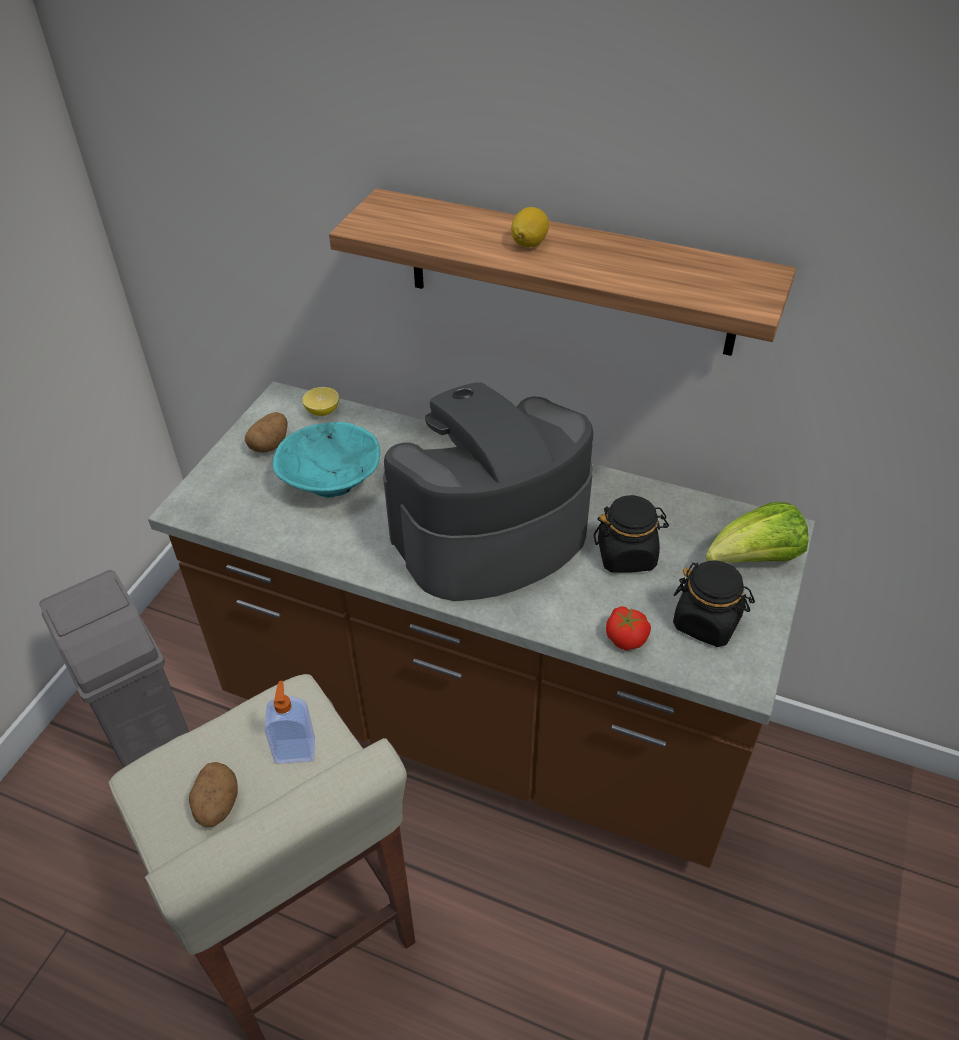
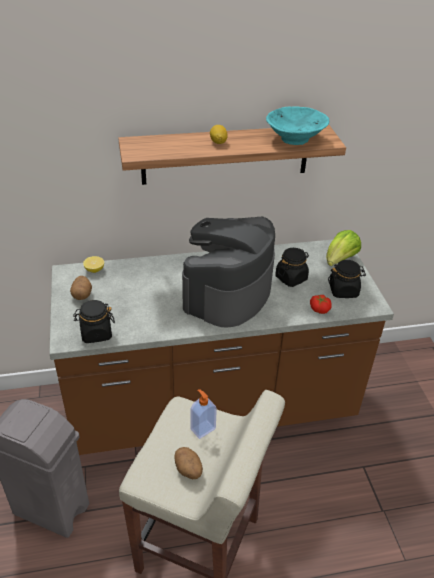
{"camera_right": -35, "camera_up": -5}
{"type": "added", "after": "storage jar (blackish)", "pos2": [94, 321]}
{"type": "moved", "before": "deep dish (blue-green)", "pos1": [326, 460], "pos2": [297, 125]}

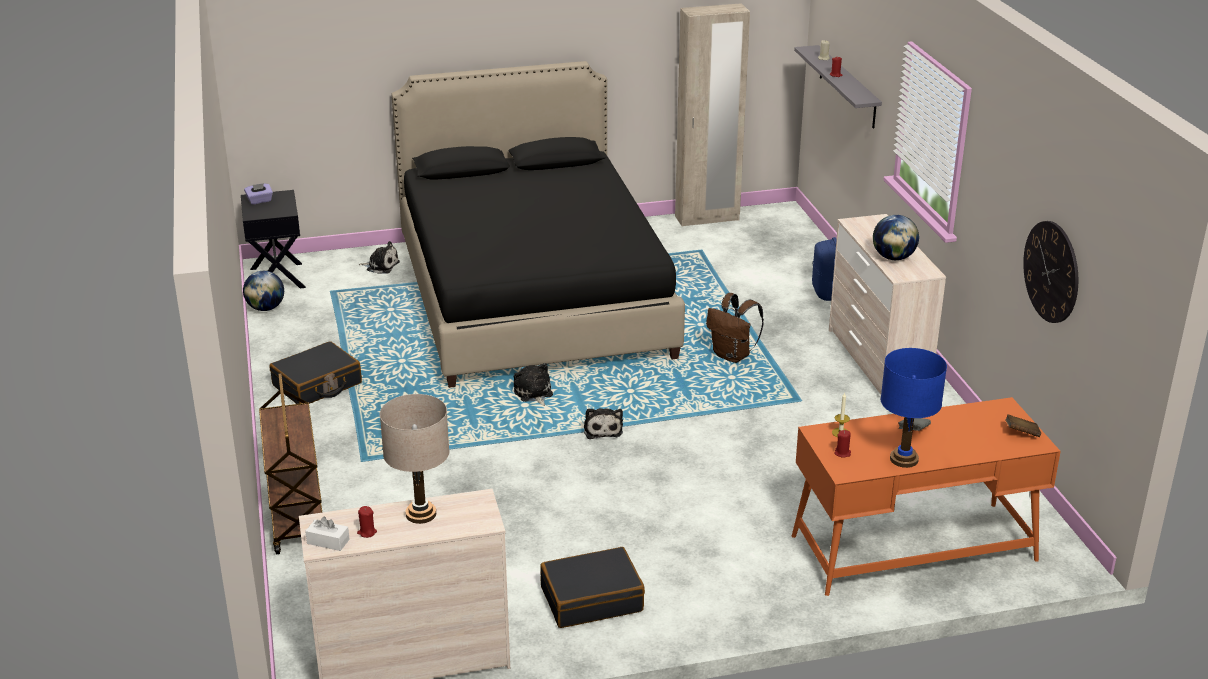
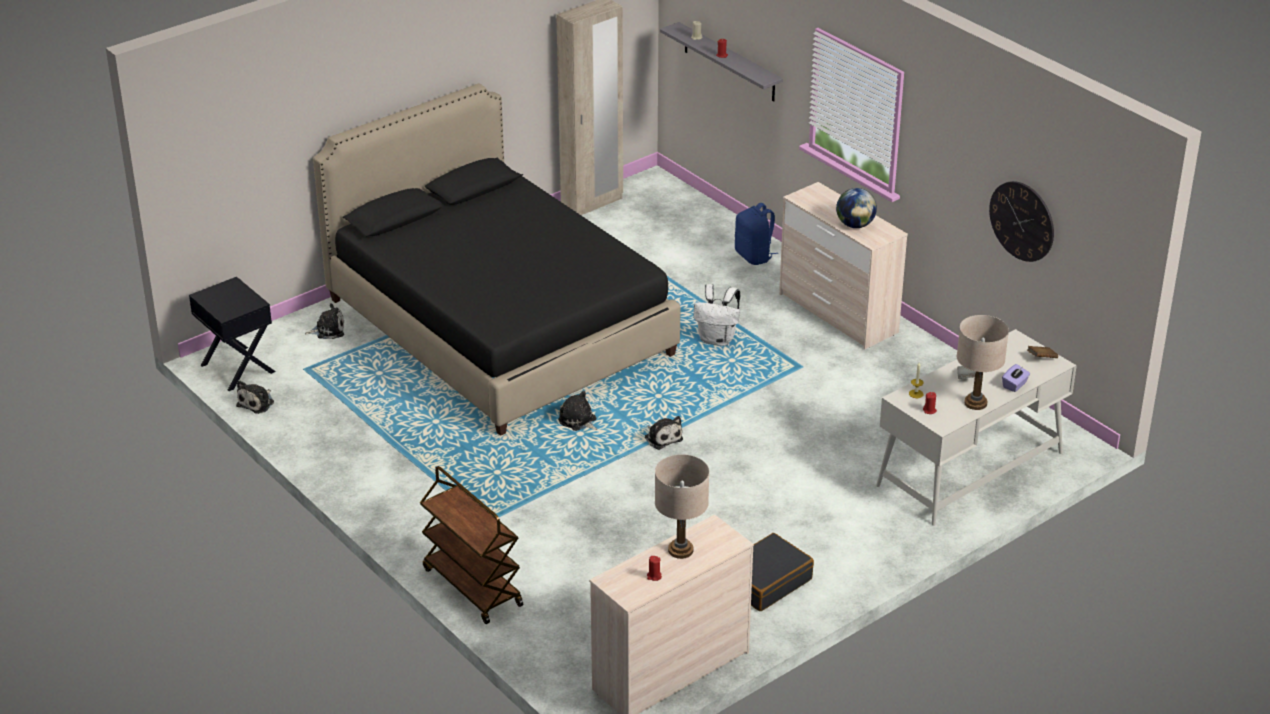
{"camera_right": -25, "camera_up": 5}
{"type": "replaced", "before": "globe", "after": "plush toy", "pos1": [263, 291], "pos2": [255, 397]}
{"type": "recoloured", "before": "rucksack (brown)", "after": "rucksack (whitish)", "pos1": [735, 328], "pos2": [717, 315]}
{"type": "recoloured", "before": "desk unit (orange-coloured)", "after": "desk unit (whitish)", "pos1": [926, 496], "pos2": [976, 427]}
{"type": "recoloured", "before": "table lamp (blue-coloured)", "after": "table lamp (beige-coloured)", "pos1": [914, 408], "pos2": [983, 362]}
{"type": "moved", "before": "box of tissues (purplish)", "pos1": [258, 194], "pos2": [1016, 378]}
{"type": "removed", "before": "suitcase (blackish)", "pos1": [315, 372]}
{"type": "removed", "before": "box of tissues (whitish)", "pos1": [327, 533]}

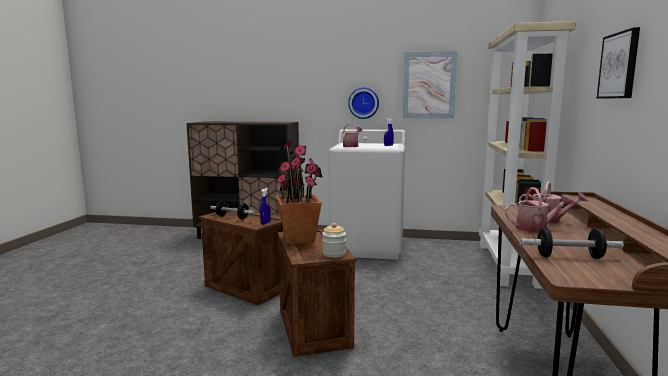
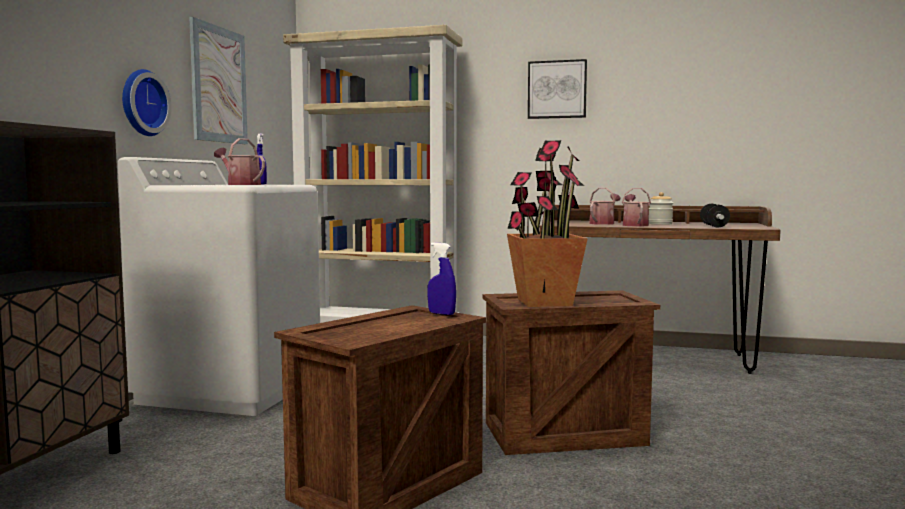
{"camera_right": -85, "camera_up": -5}
{"type": "moved", "before": "storage jar", "pos1": [334, 240], "pos2": [661, 208]}
{"type": "removed", "before": "dumbbell", "pos1": [233, 210]}

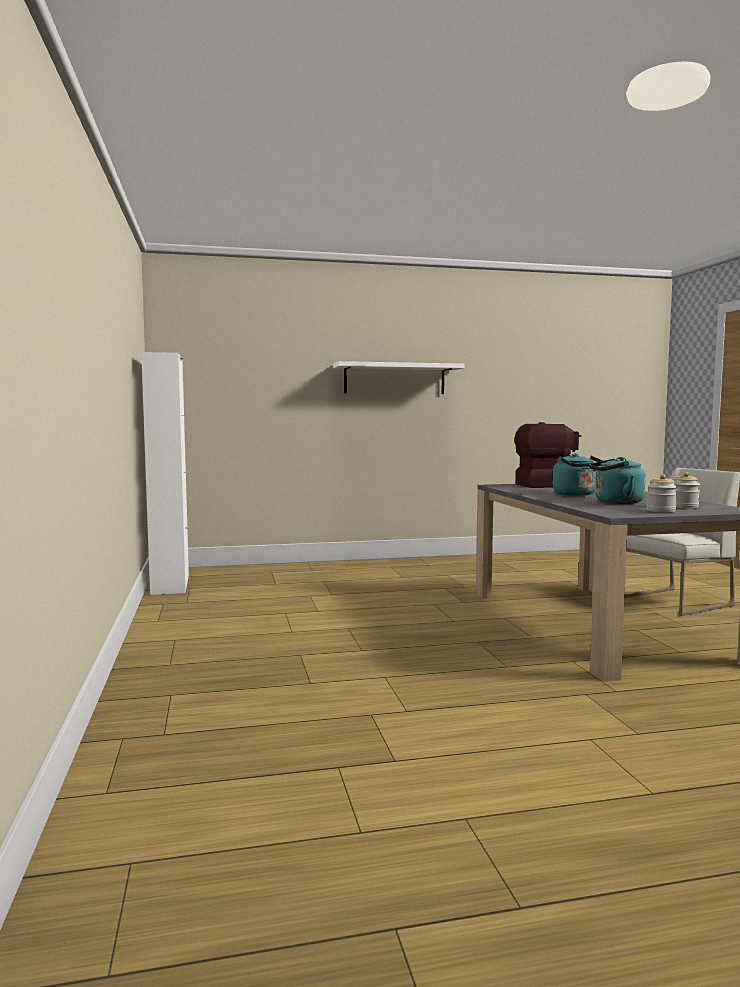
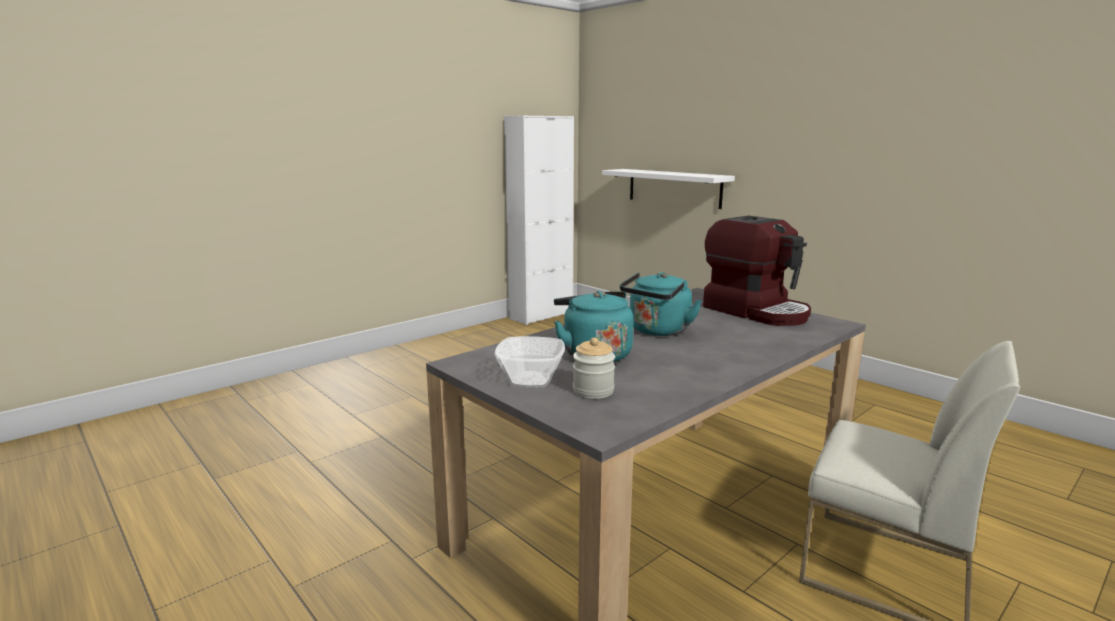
{"camera_right": 60, "camera_up": 10}
{"type": "replaced", "before": "storage jar", "after": "deep dish", "pos1": [662, 493], "pos2": [530, 362]}
{"type": "moved", "before": "bracket shelf (whitish)", "pos1": [399, 377], "pos2": [668, 189]}

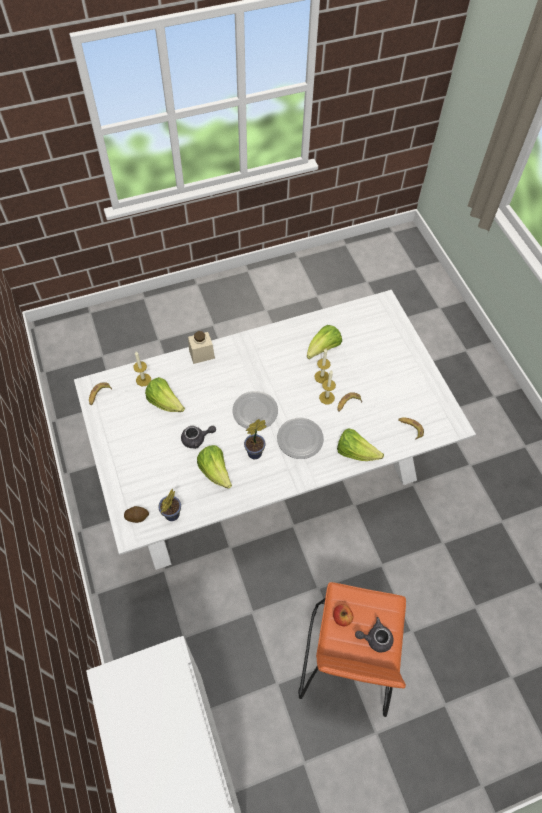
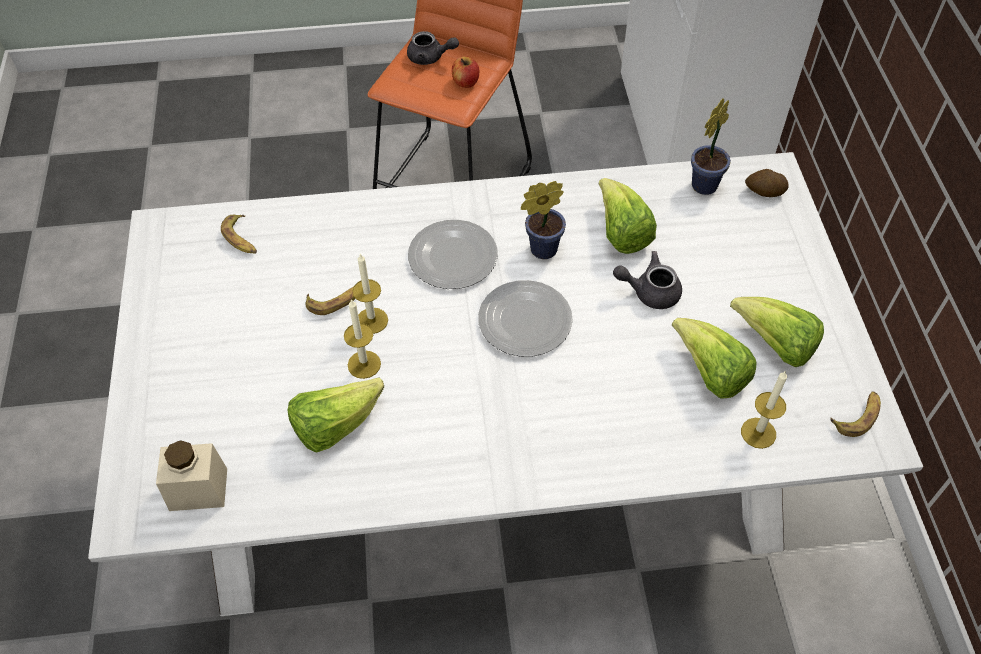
{"camera_right": -165, "camera_up": -5}
{"type": "moved", "before": "storage jar (beige-coloured)", "pos1": [201, 347], "pos2": [191, 475]}
{"type": "moved", "before": "lettuce head", "pos1": [360, 444], "pos2": [777, 332]}

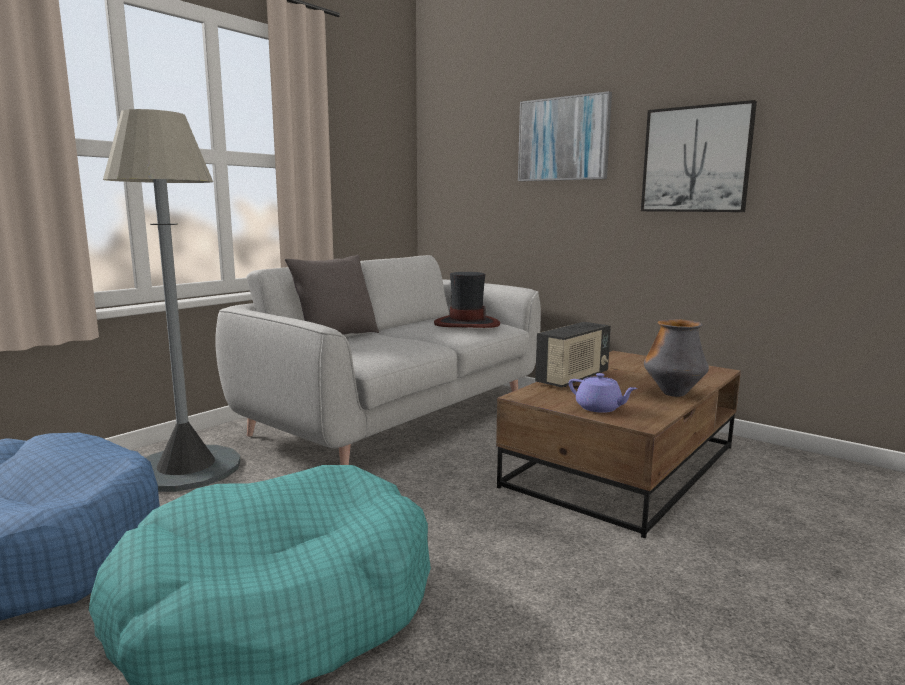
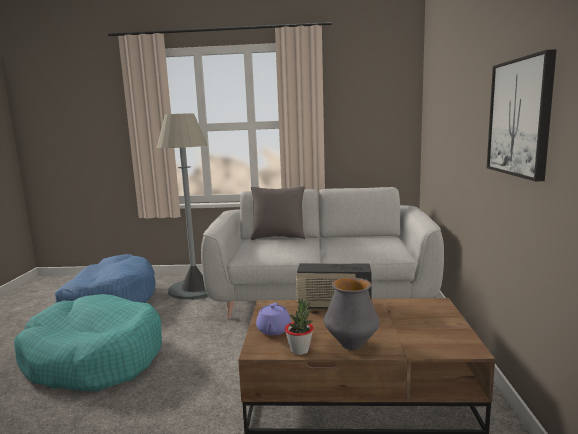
{"camera_right": 55, "camera_up": 0}
{"type": "added", "after": "potted plant", "pos2": [299, 327]}
{"type": "removed", "before": "wearable hat", "pos1": [467, 300]}
{"type": "removed", "before": "wall picture", "pos1": [565, 136]}

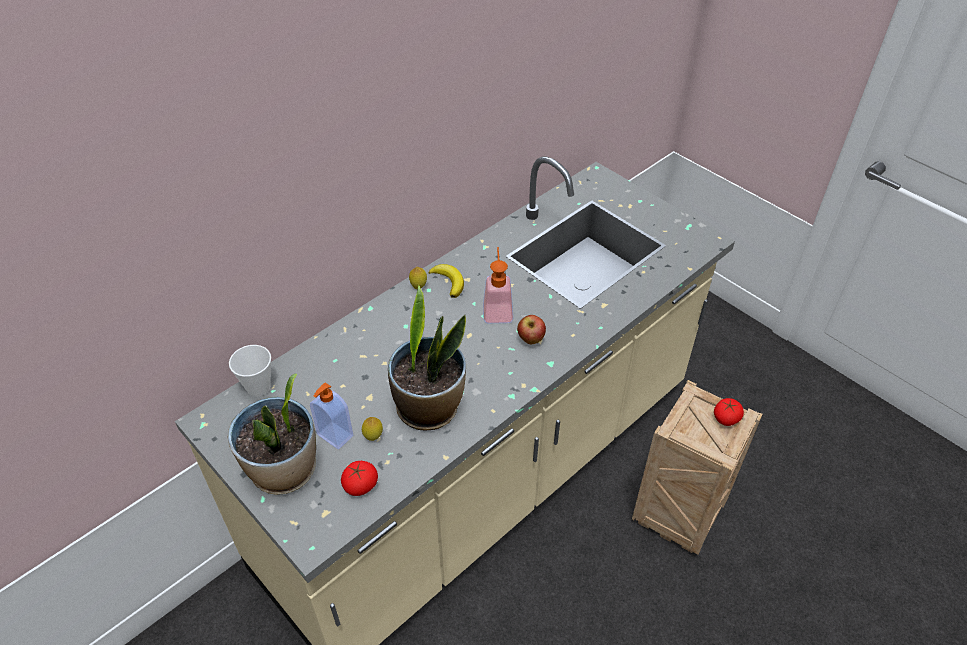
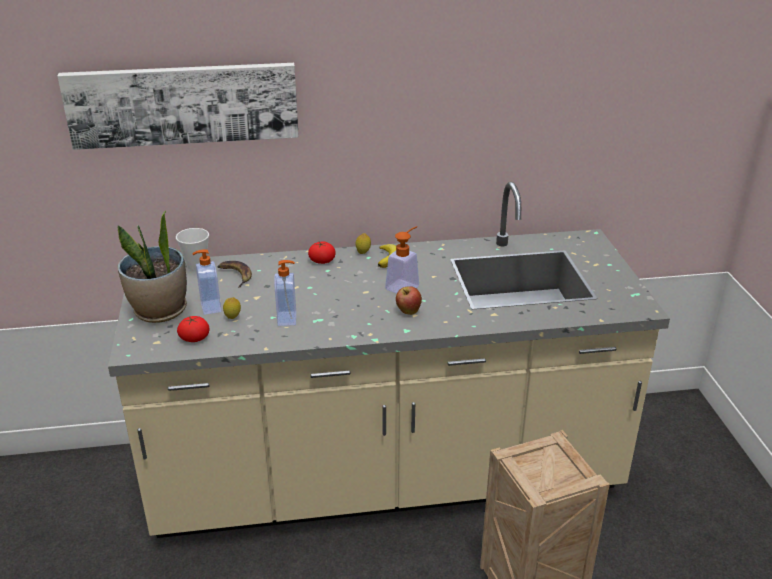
{"camera_right": 35, "camera_up": -15}
{"type": "added", "after": "wall picture", "pos2": [178, 106]}
{"type": "added", "after": "banana", "pos2": [234, 274]}
{"type": "replaced", "before": "potted plant", "after": "liquid soap bottle", "pos1": [427, 357], "pos2": [285, 293]}
{"type": "moved", "before": "fresh tomato", "pos1": [729, 412], "pos2": [322, 253]}

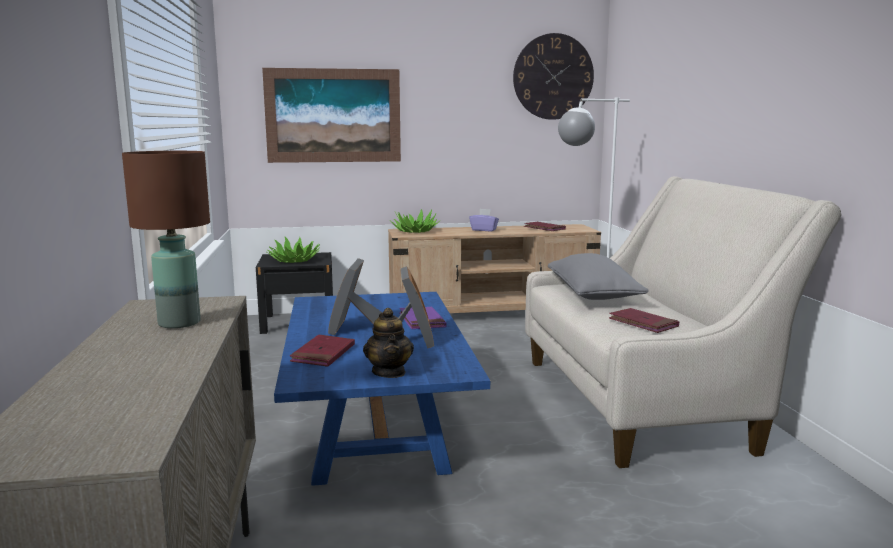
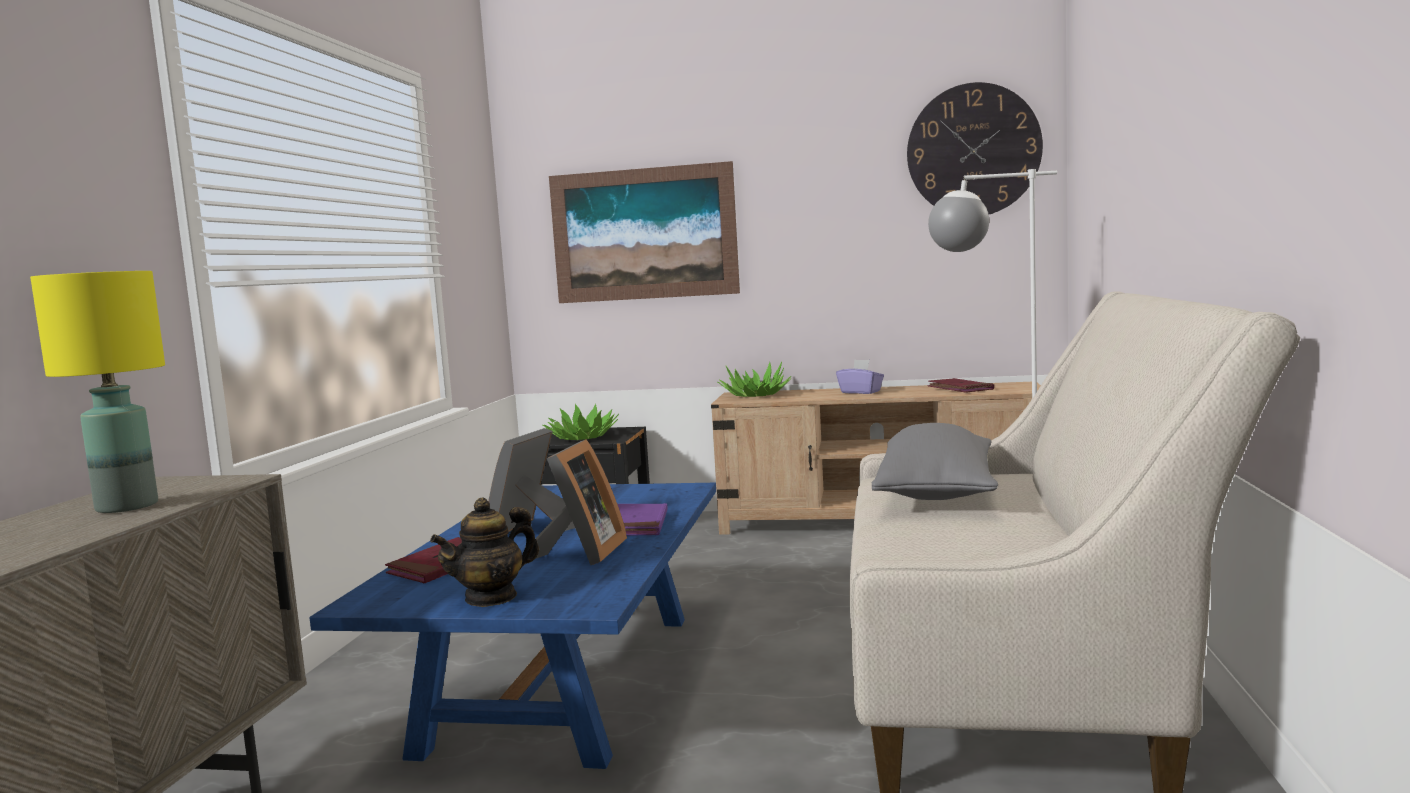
{"camera_right": 20, "camera_up": -5}
{"type": "recoloured", "before": "table lamp (brown)", "after": "table lamp (yellow-coloured)", "pos1": [166, 239], "pos2": [97, 392]}
{"type": "turned", "before": "pot for tea", "pos1": [388, 343], "pos2": [484, 552], "turn": 45}
{"type": "removed", "before": "book (red-coloured)", "pos1": [644, 320]}

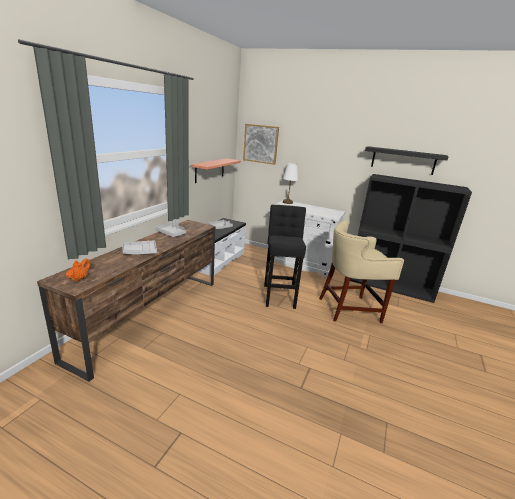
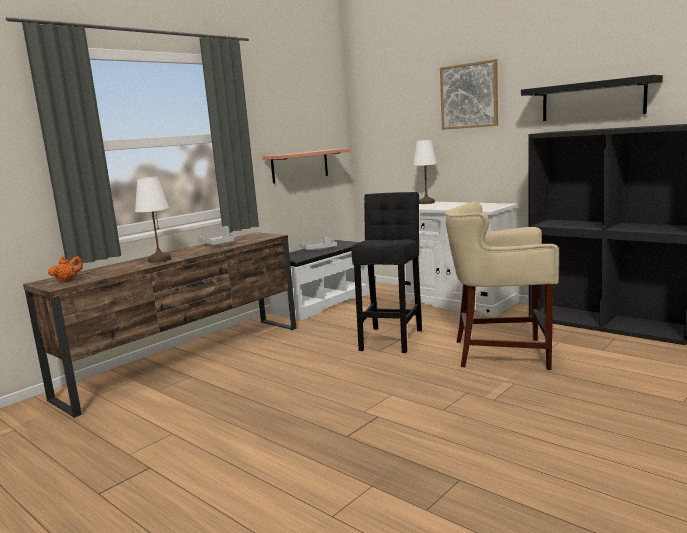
{"camera_right": 20, "camera_up": -10}
{"type": "replaced", "before": "serving tray (greyish)", "after": "table lamp (whitish)", "pos1": [139, 248], "pos2": [153, 220]}
{"type": "moved", "before": "wall picture", "pos1": [261, 144], "pos2": [469, 94]}

